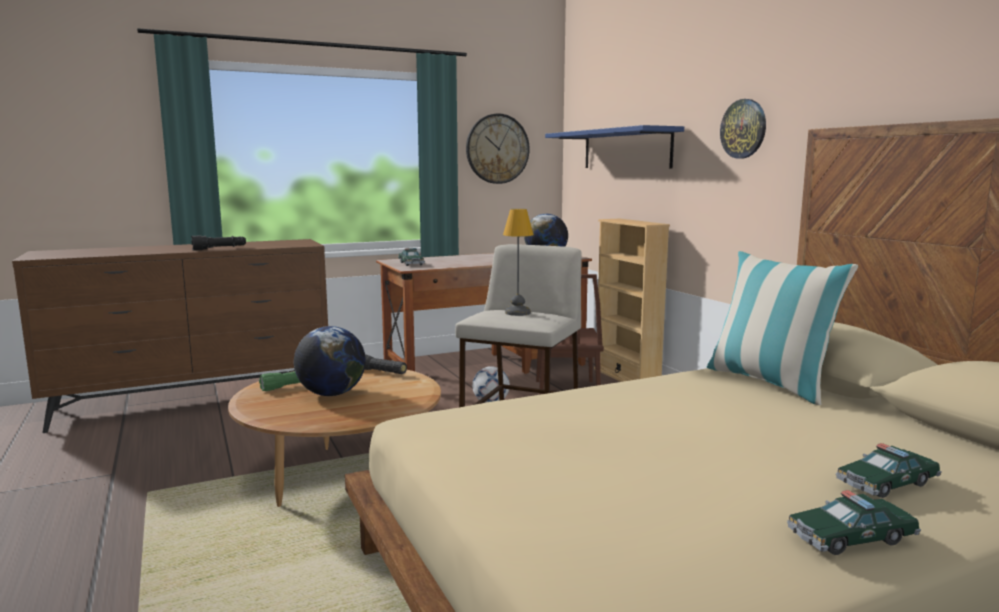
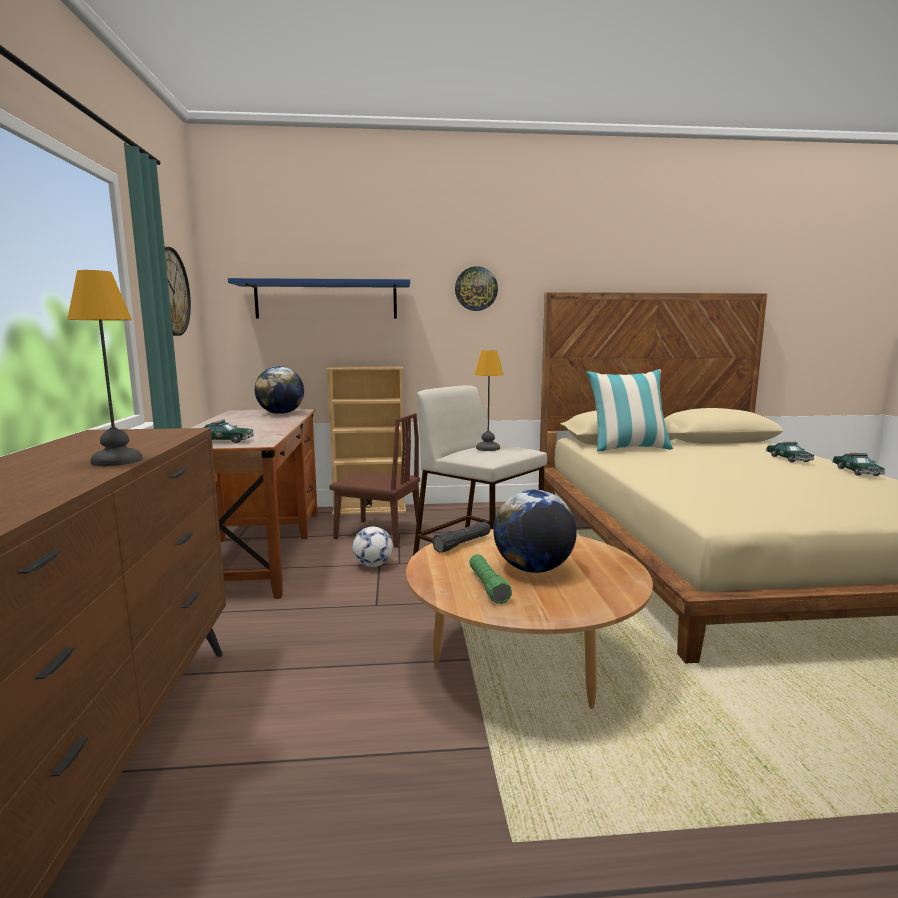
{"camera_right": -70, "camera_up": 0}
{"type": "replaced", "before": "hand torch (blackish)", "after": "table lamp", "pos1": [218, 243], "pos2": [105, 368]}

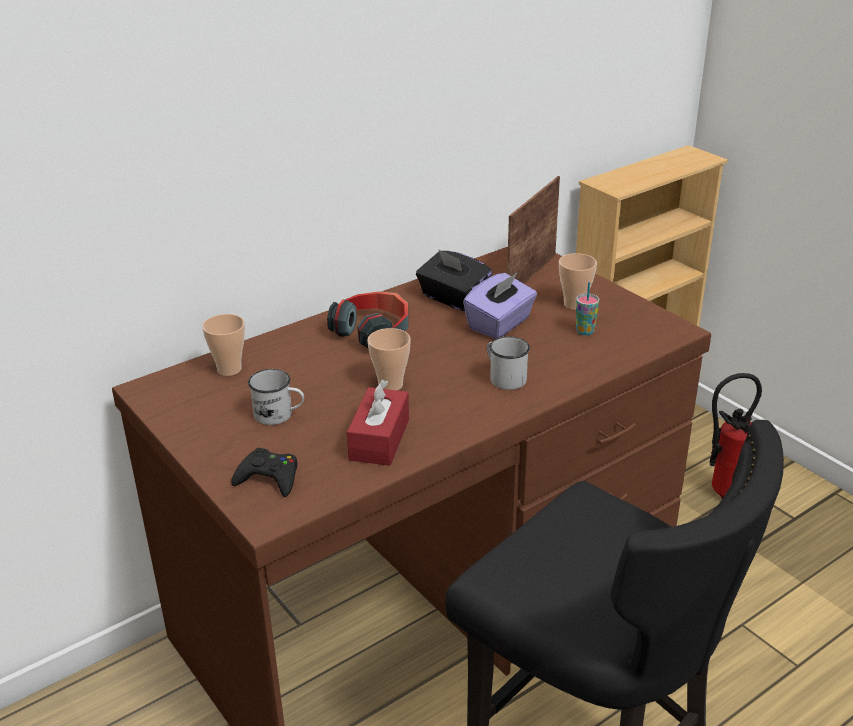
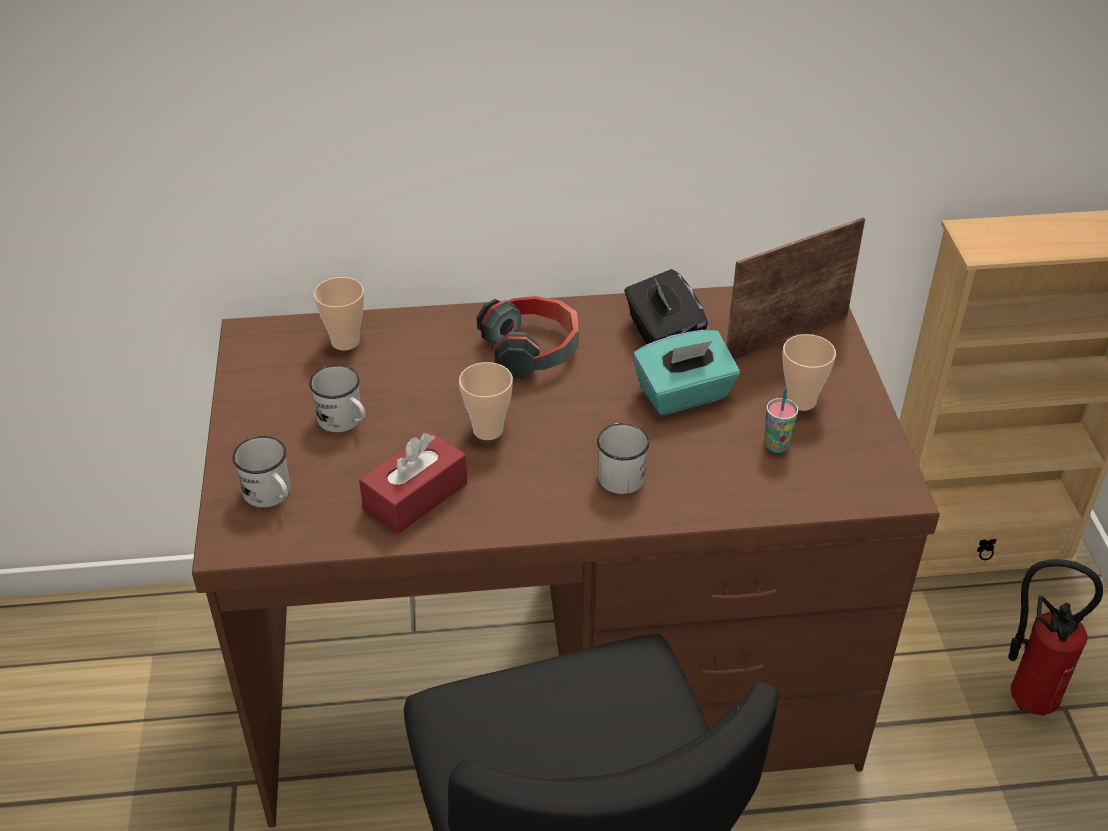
{"camera_right": 30, "camera_up": 10}
{"type": "replaced", "before": "gamepad (blackish)", "after": "tea mug (whitish)", "pos1": [264, 472], "pos2": [262, 472]}
{"type": "recoloured", "before": "box of tissues (purplish)", "after": "box of tissues (blue-green)", "pos1": [500, 305], "pos2": [686, 372]}

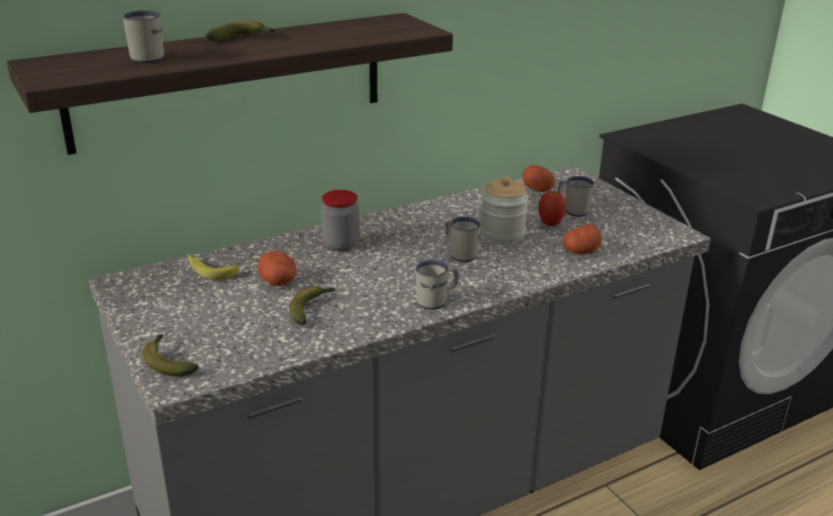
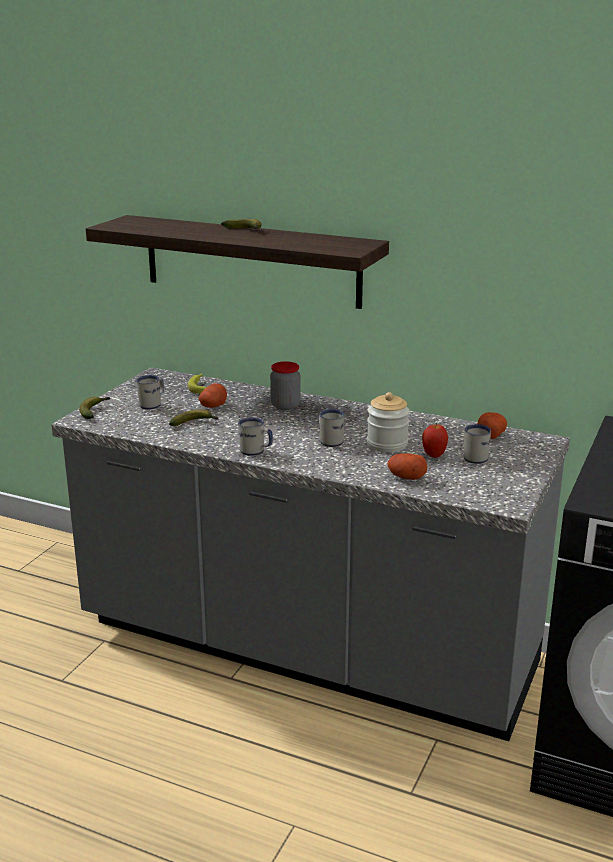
{"camera_right": 55, "camera_up": -5}
{"type": "moved", "before": "tea mug (whitish)", "pos1": [143, 36], "pos2": [150, 392]}

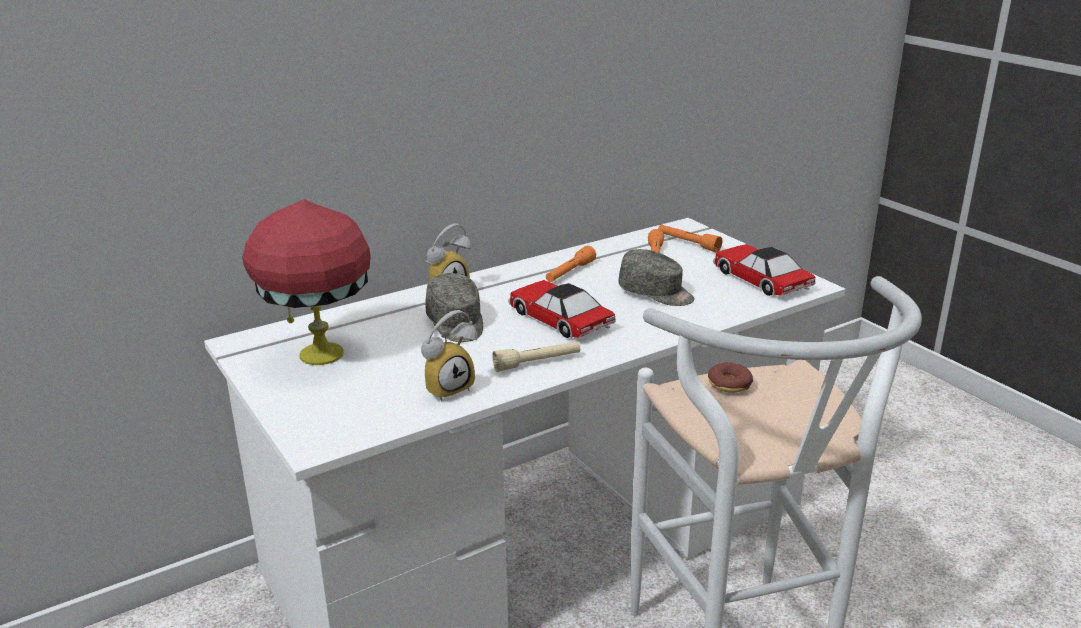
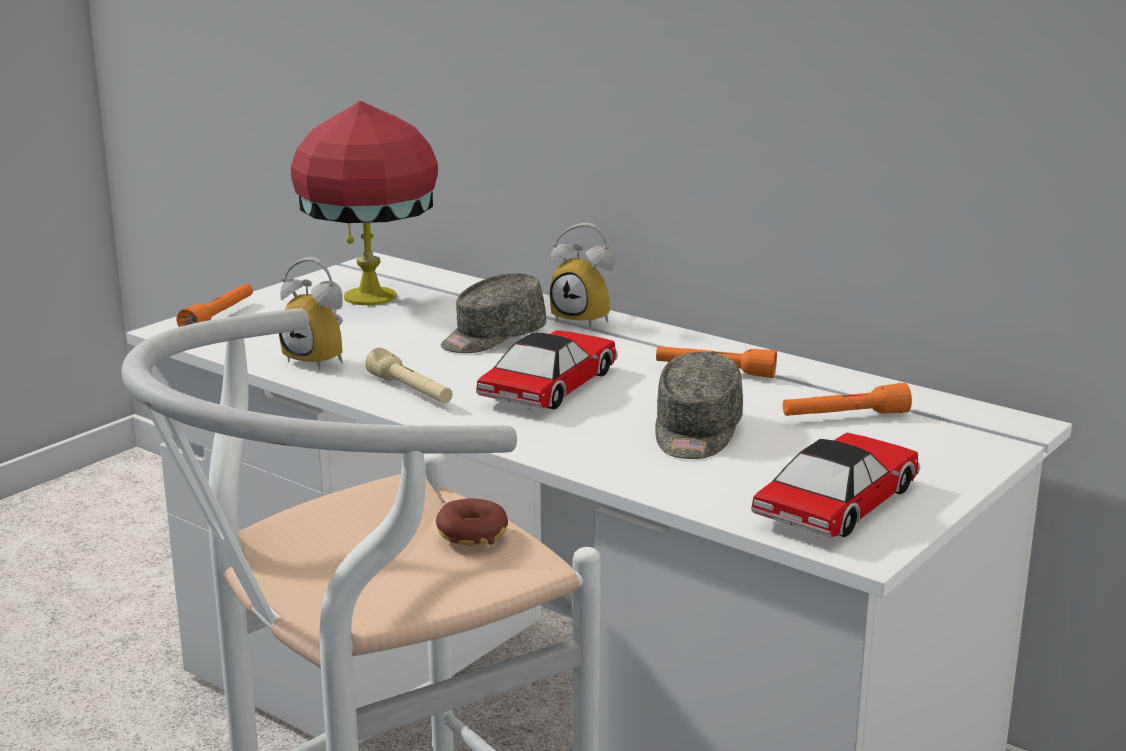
{"camera_right": 70, "camera_up": -5}
{"type": "moved", "before": "hand torch (orange-coloured)", "pos1": [690, 238], "pos2": [215, 305]}

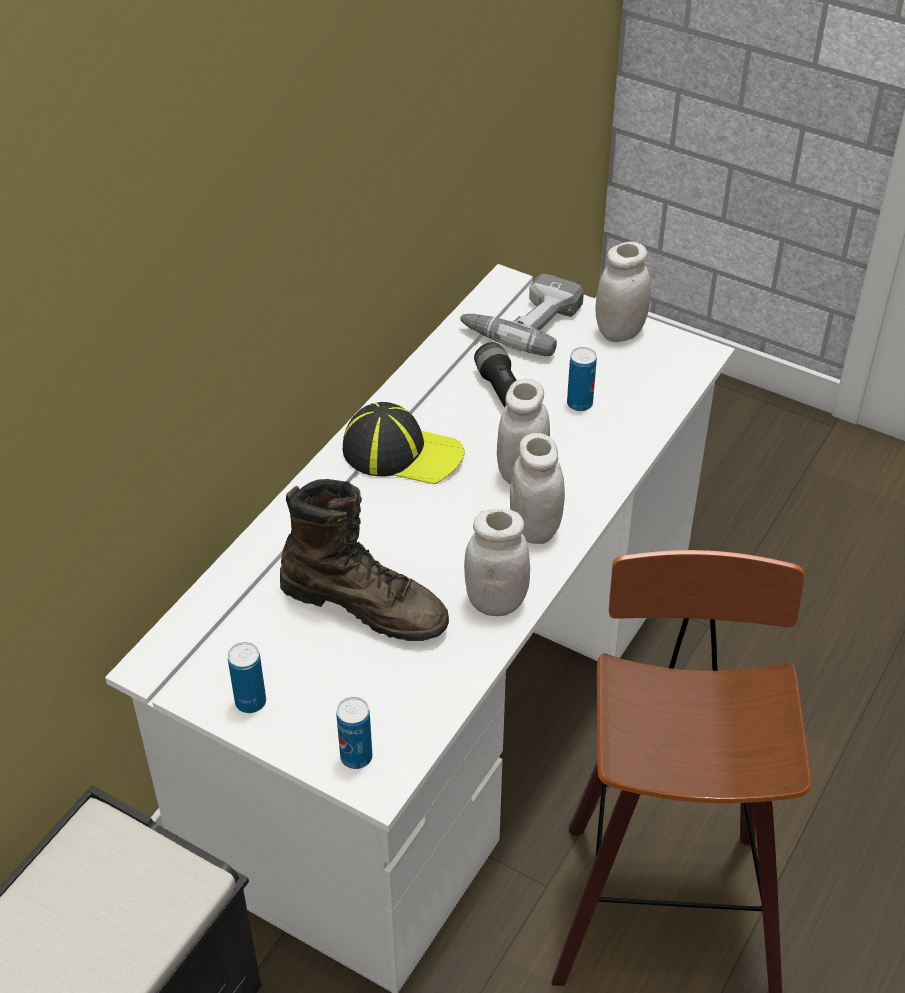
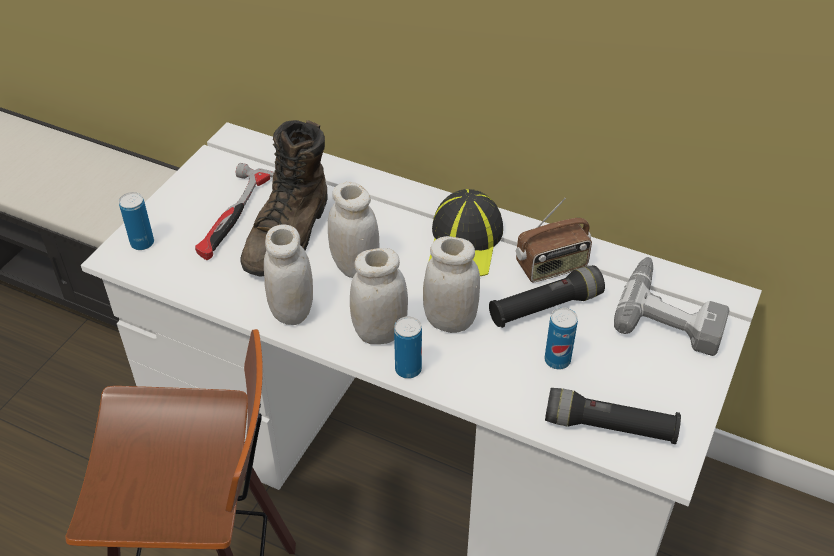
{"camera_right": 85, "camera_up": 0}
{"type": "added", "after": "hand hammer", "pos2": [234, 211]}
{"type": "moved", "before": "storage jar (whitish)", "pos1": [623, 291], "pos2": [353, 230]}
{"type": "moved", "before": "metal can", "pos1": [247, 677], "pos2": [408, 347]}
{"type": "added", "after": "radio set", "pos2": [554, 240]}
{"type": "added", "after": "hand torch (blackish)", "pos2": [613, 416]}

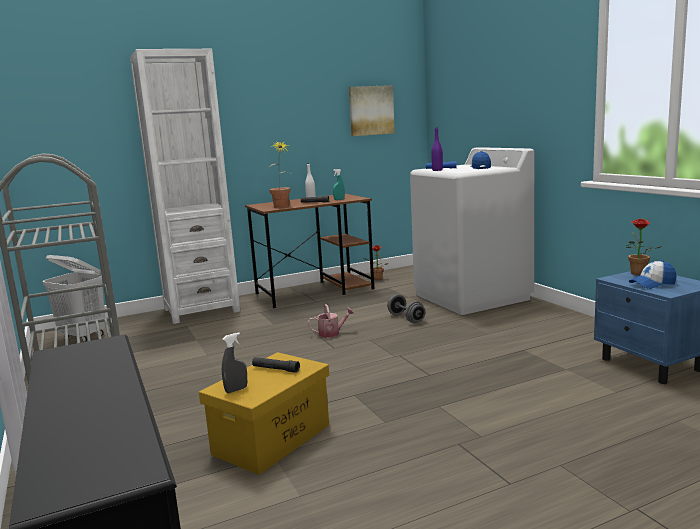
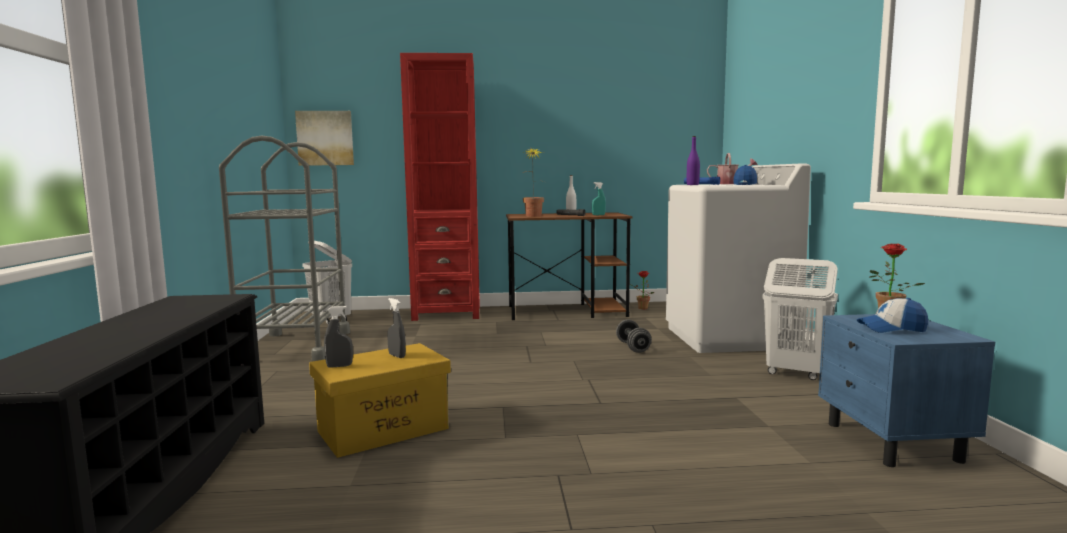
{"camera_right": 20, "camera_up": -5}
{"type": "moved", "before": "wall picture", "pos1": [372, 110], "pos2": [324, 138]}
{"type": "replaced", "before": "hand torch (blackish)", "after": "sprayer (greyish)", "pos1": [276, 365], "pos2": [396, 328]}
{"type": "recoloured", "before": "shelving unit (whitish)", "after": "shelving unit (red-coloured)", "pos1": [185, 186], "pos2": [440, 187]}
{"type": "moved", "before": "watering pot", "pos1": [331, 321], "pos2": [732, 168]}
{"type": "added", "after": "hamper (whitish)", "pos2": [800, 319]}

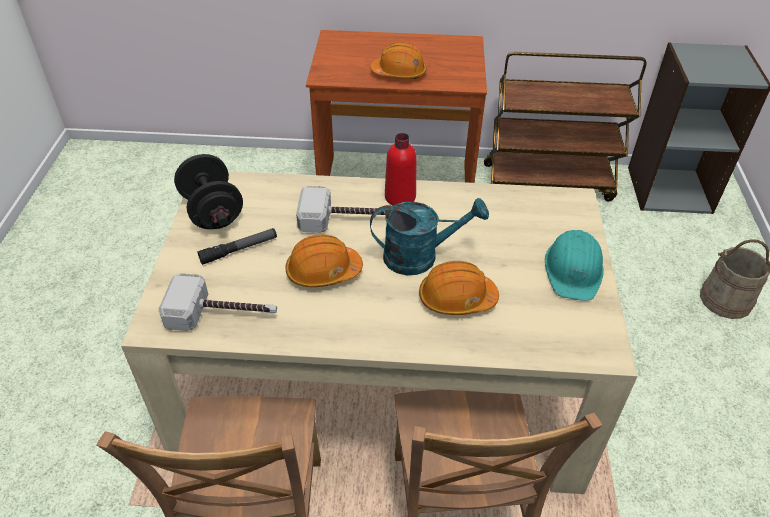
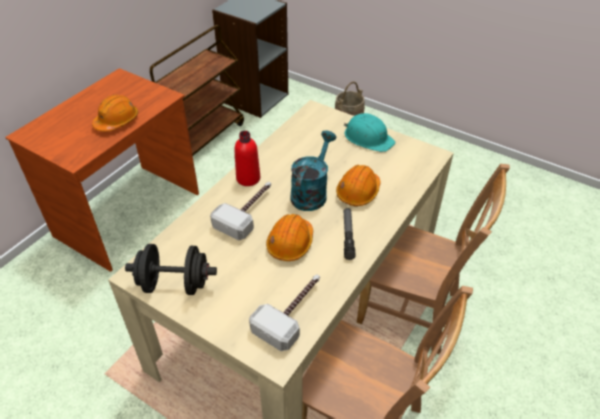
{"camera_right": -60, "camera_up": 0}
{"type": "moved", "before": "hand torch", "pos1": [237, 246], "pos2": [350, 234]}

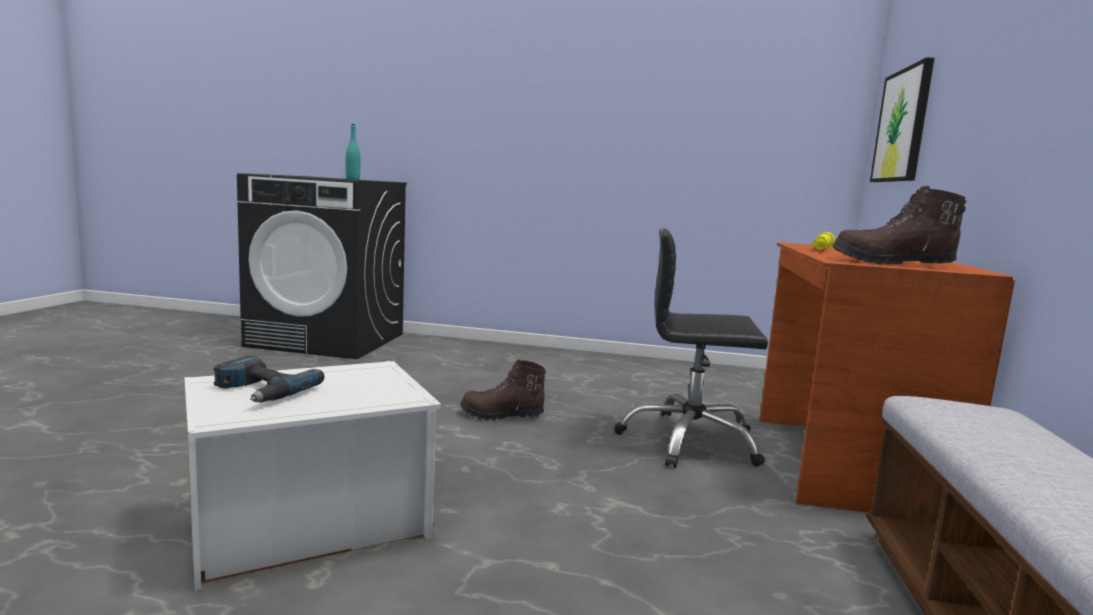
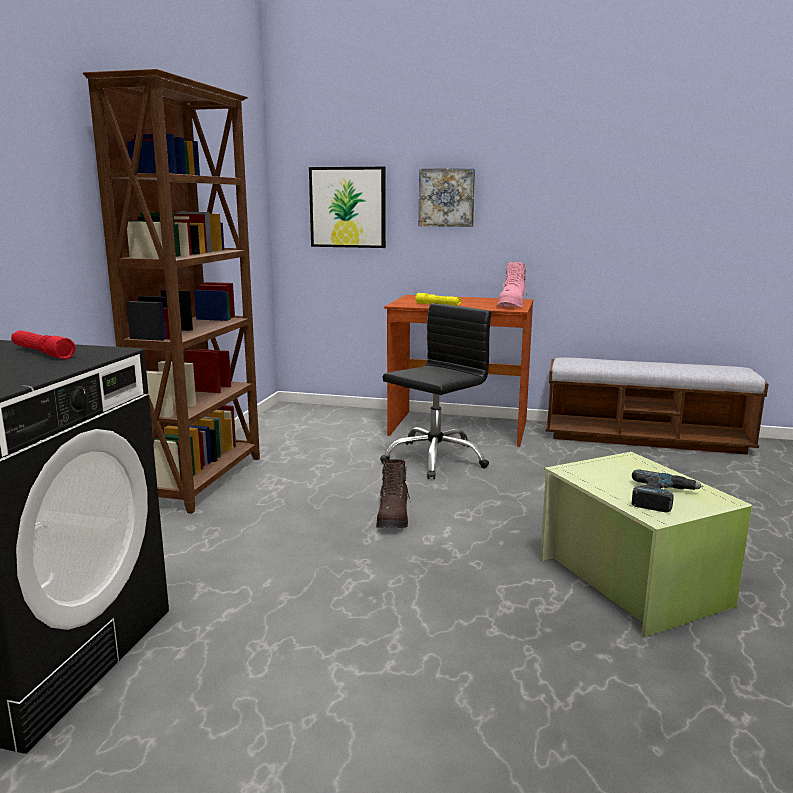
{"camera_right": -85, "camera_up": 5}
{"type": "replaced", "before": "drink bottle (blue-green)", "after": "hand torch (red-coloured)", "pos1": [353, 152], "pos2": [43, 344]}
{"type": "added", "after": "shelving unit (brown)", "pos2": [171, 291]}
{"type": "turned", "before": "office chair (blackish)", "pos1": [691, 348], "pos2": [436, 391], "turn": -150}
{"type": "added", "after": "wall picture", "pos2": [447, 197]}
{"type": "recoloured", "before": "boot (brown)", "after": "boot (pink)", "pos1": [899, 225], "pos2": [512, 284]}
{"type": "recoloured", "before": "storage box (whitish)", "after": "storage box (greenish)", "pos1": [312, 476], "pos2": [646, 544]}

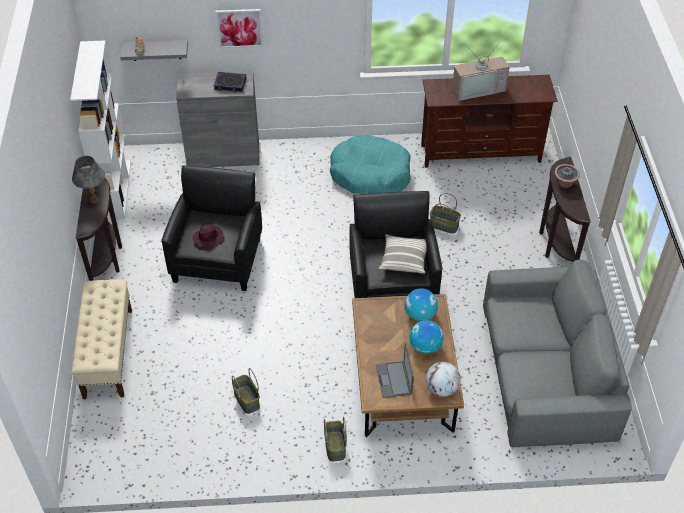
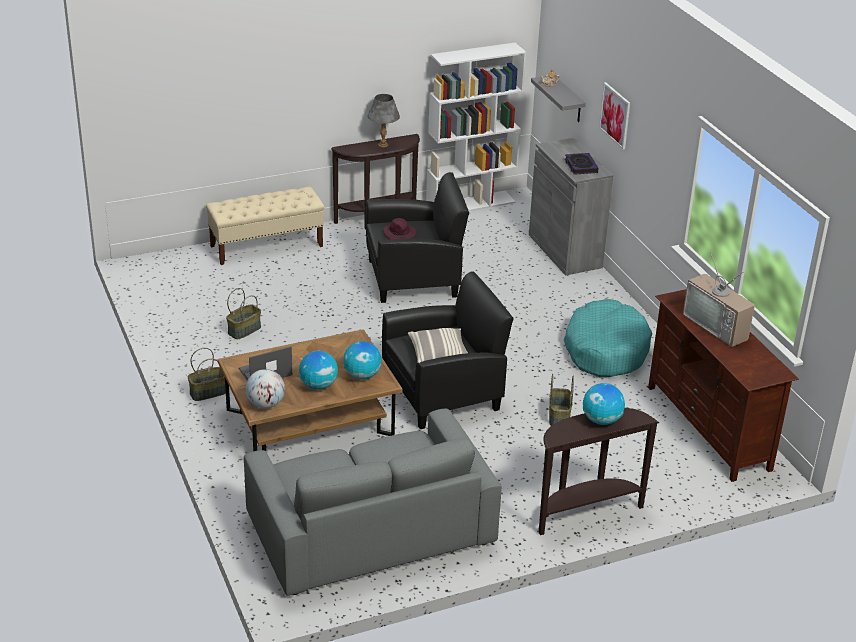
{"camera_right": 70, "camera_up": -15}
{"type": "replaced", "before": "potted plant", "after": "globe", "pos1": [567, 176], "pos2": [604, 404]}

